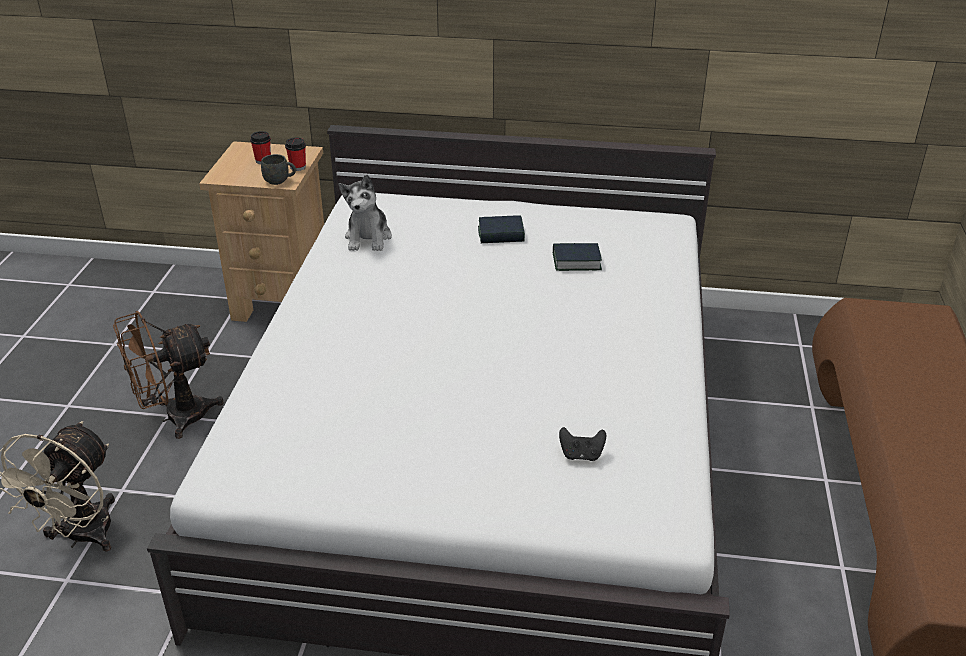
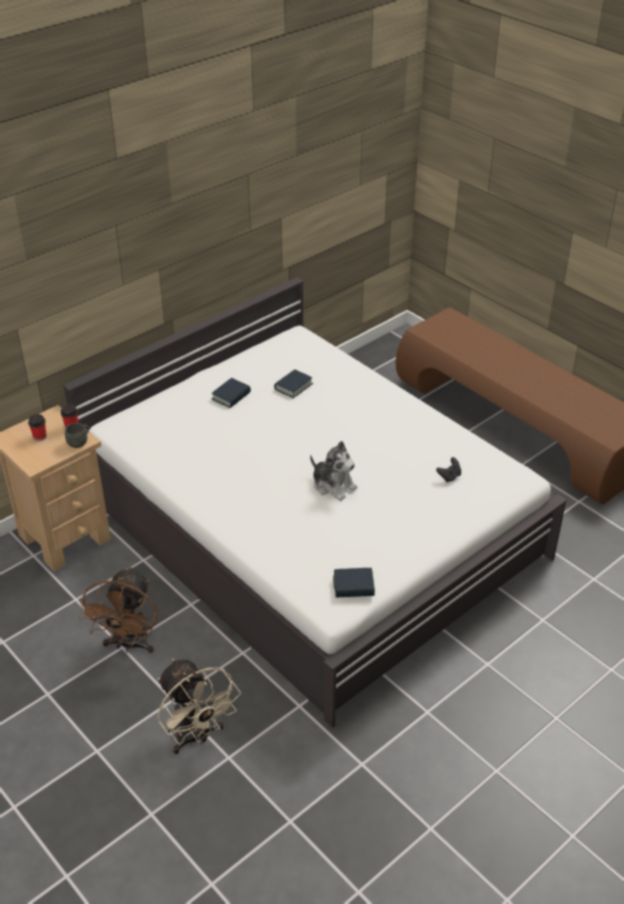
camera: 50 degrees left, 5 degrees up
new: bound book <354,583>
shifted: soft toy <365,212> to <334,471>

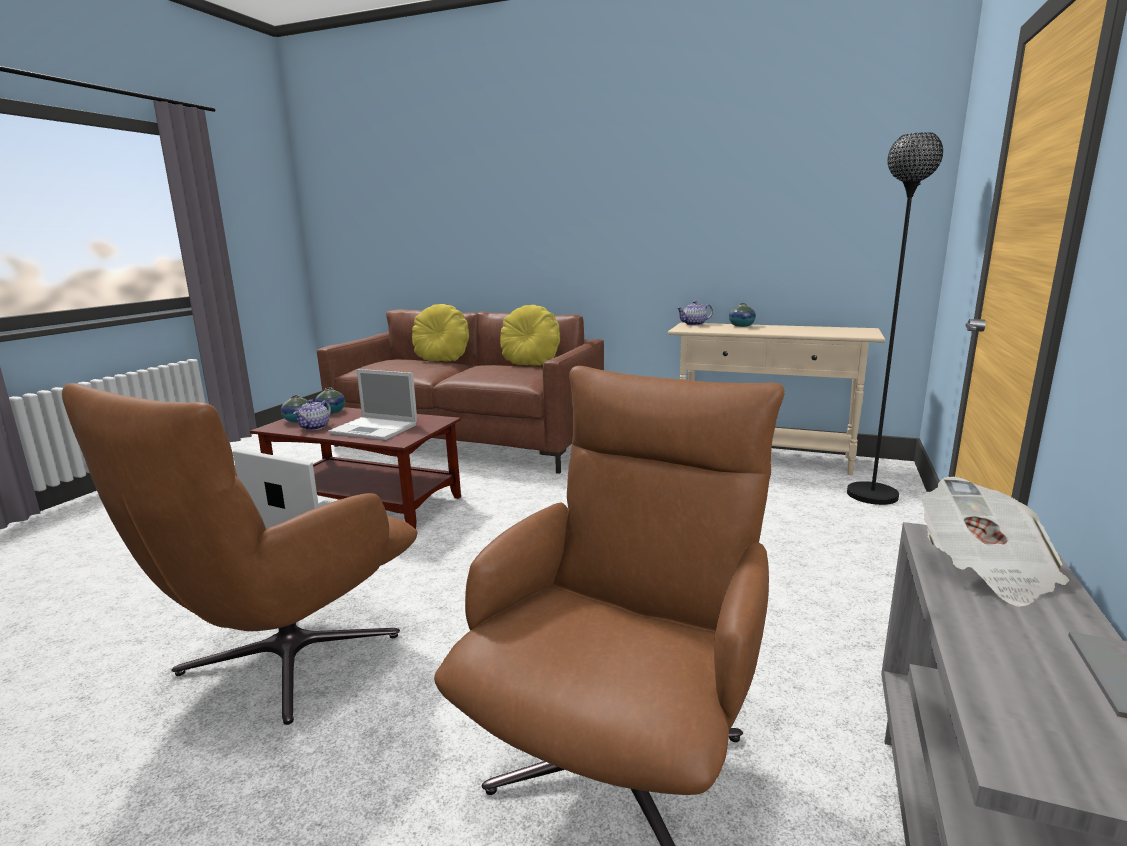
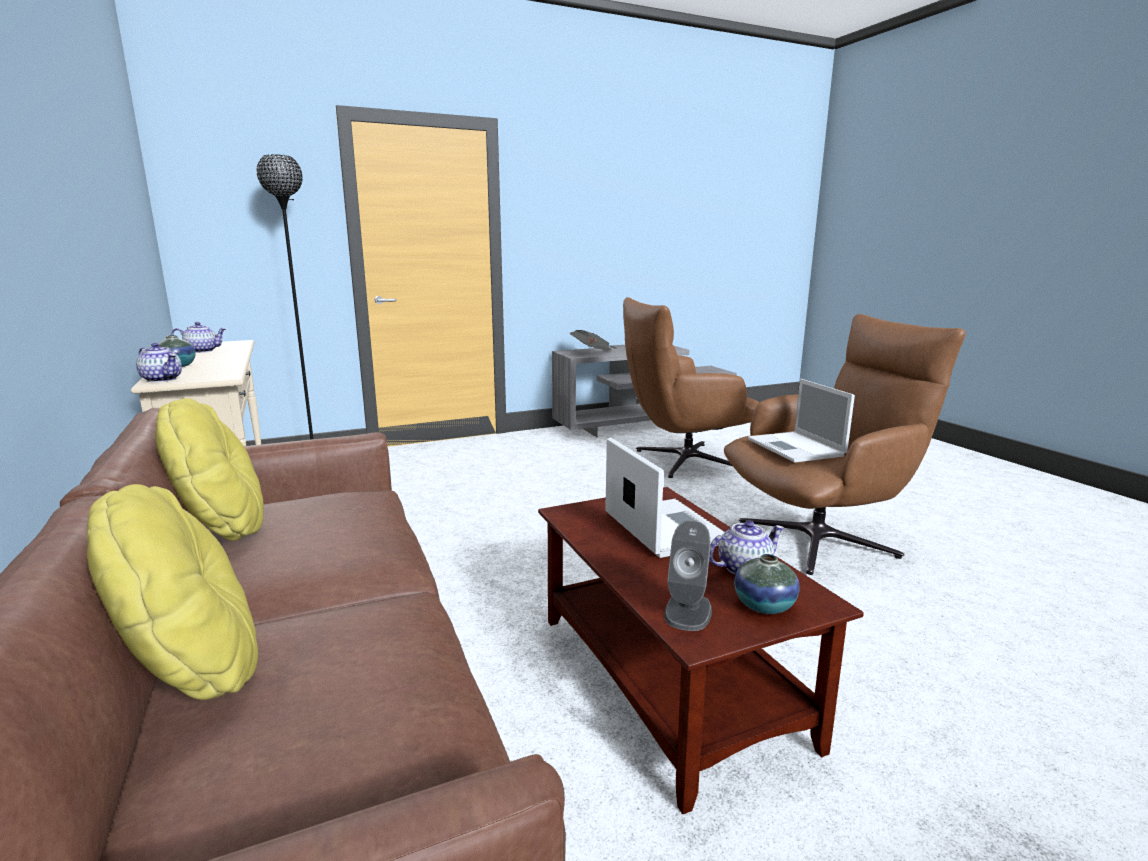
camera: 135 degrees left, 0 degrees up
new: tea pot <198,337>
swapped: flower vase <330,401> to greyish loudspeaker <688,575>

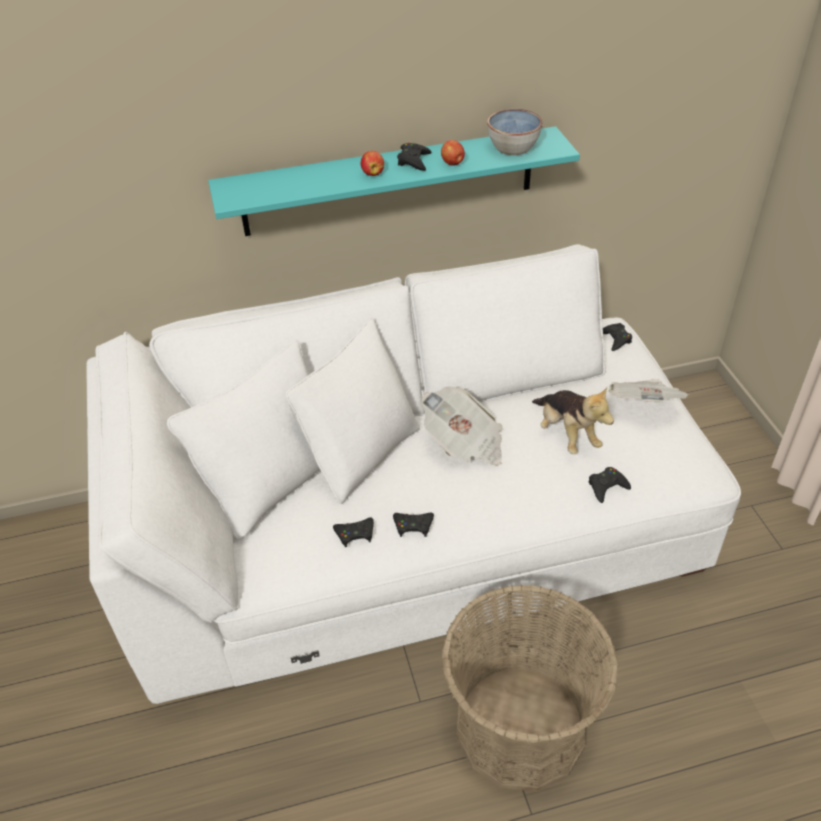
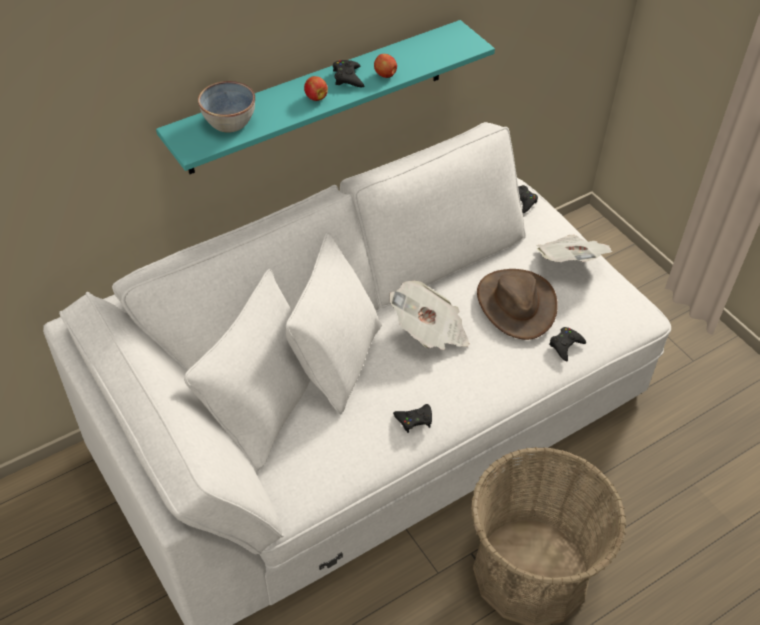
camera: 20 degrees left, 5 degrees up
gone: black-coloured game controller <353,532>
shifted: serving bowl <515,132> to <226,107>
swapped: soft toy <573,420> to brownish clothing hat <517,304>

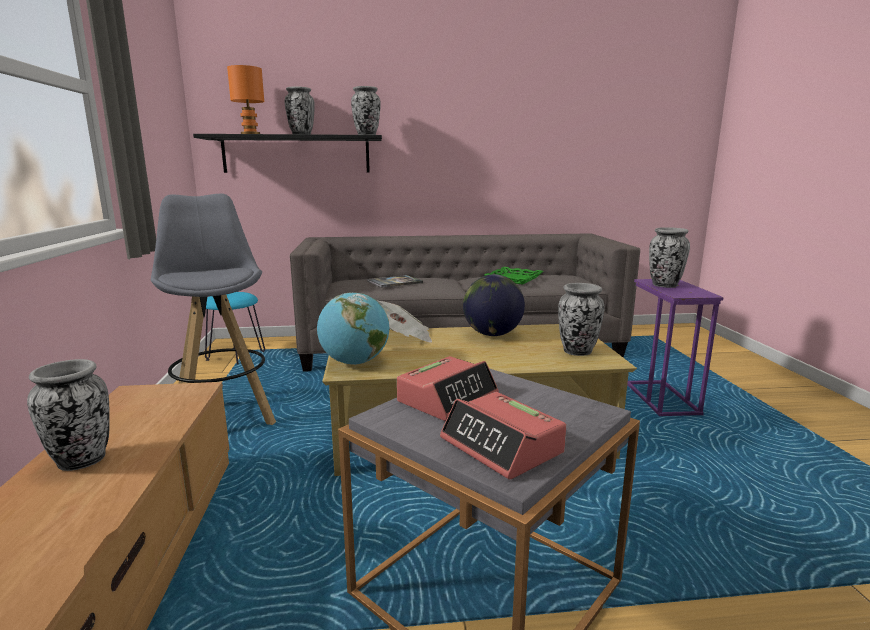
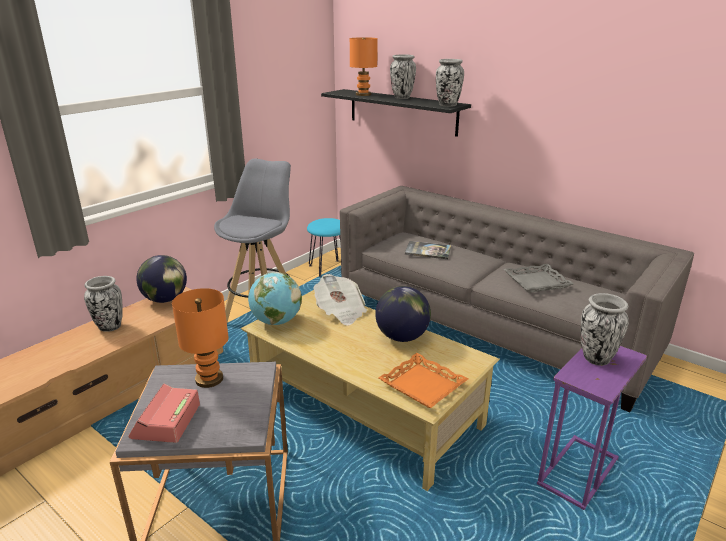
camera: 45 degrees right, 10 degrees up
new: globe <161,279>
swapped: alarm clock <448,388> to orange-coloured table lamp <200,338>; flower vase <581,319> to orange-coloured tray <423,380>
repainted: green-coloured tray <514,276> to greyish tray <539,278>

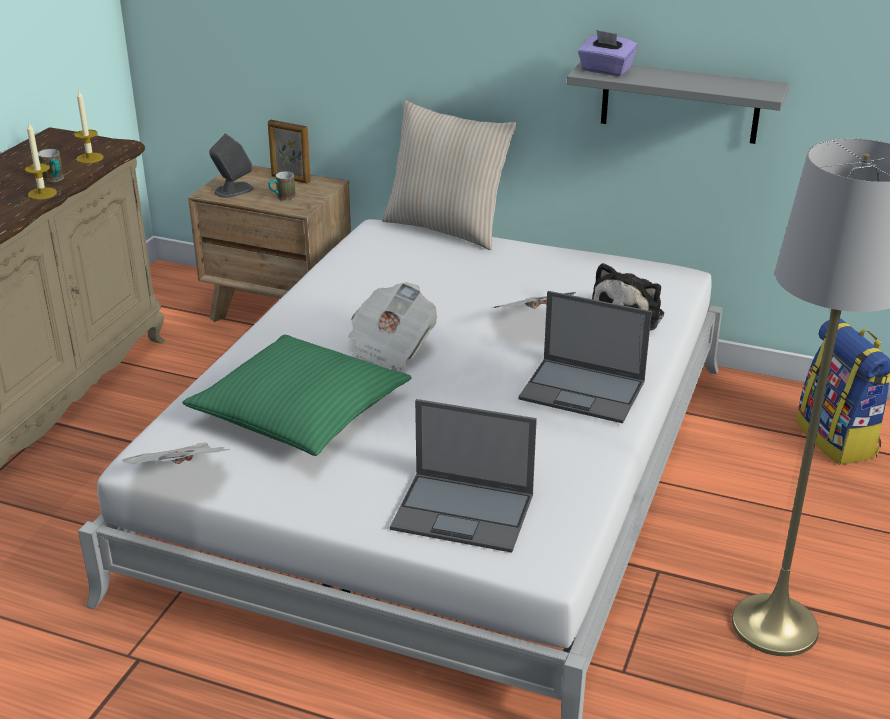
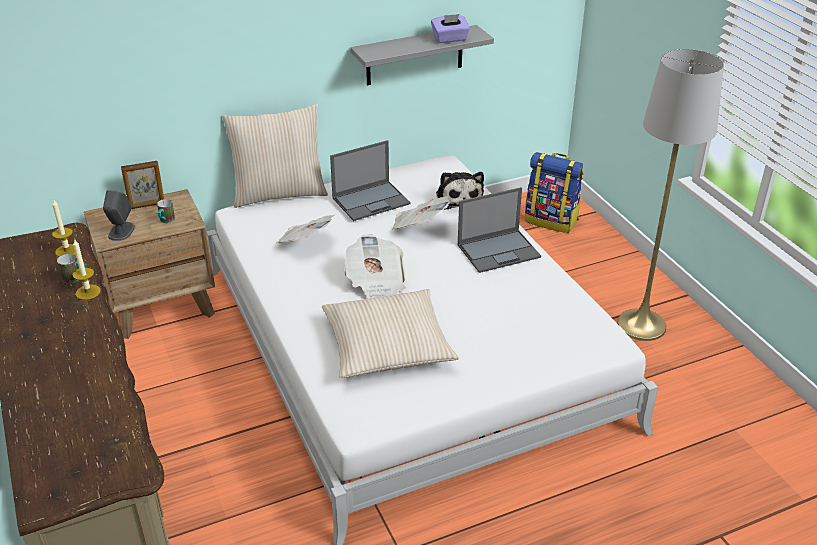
camera: 45 degrees left, 5 degrees up
shifted: newspaper <177,453> to <305,229>; notebook computer <463,476> to <370,180>; purplish box of tissues <608,53> to <450,28>
repainted: green-coloured cushion <296,395> to beige-coloured cushion <390,333>

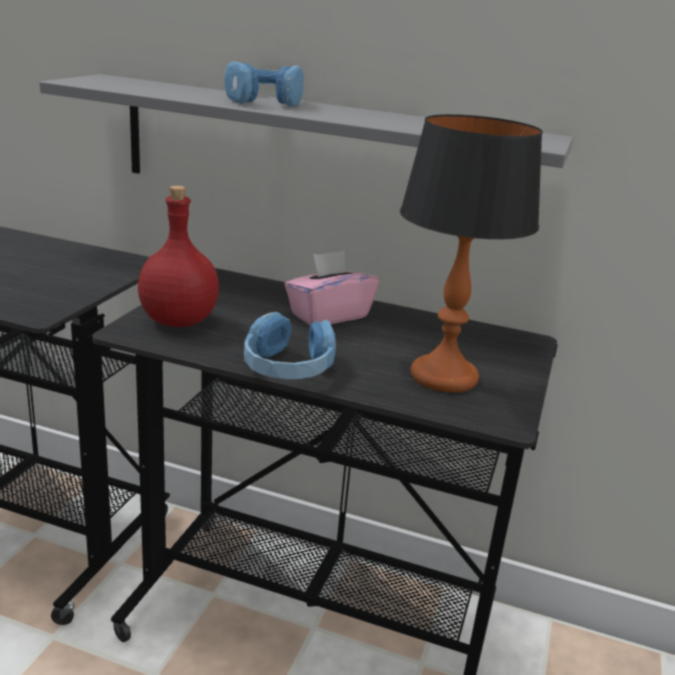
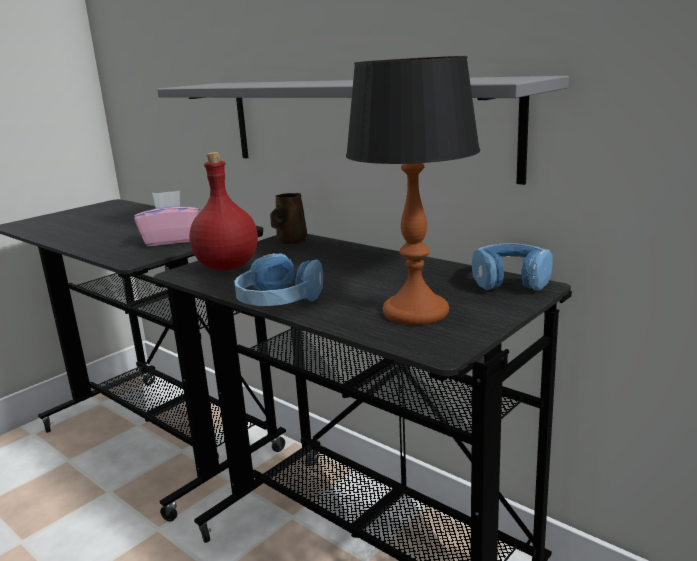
camera: 25 degrees right, 5 degrees down
new: brownish coffee mug <288,218>
shifted: blue pair of headphones <264,84> to <511,267>; pink-coloured box of tissues <331,287> to <167,218>

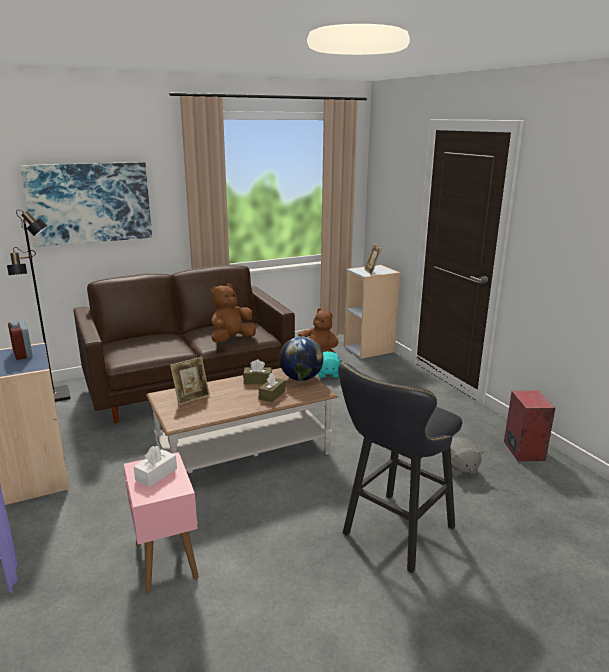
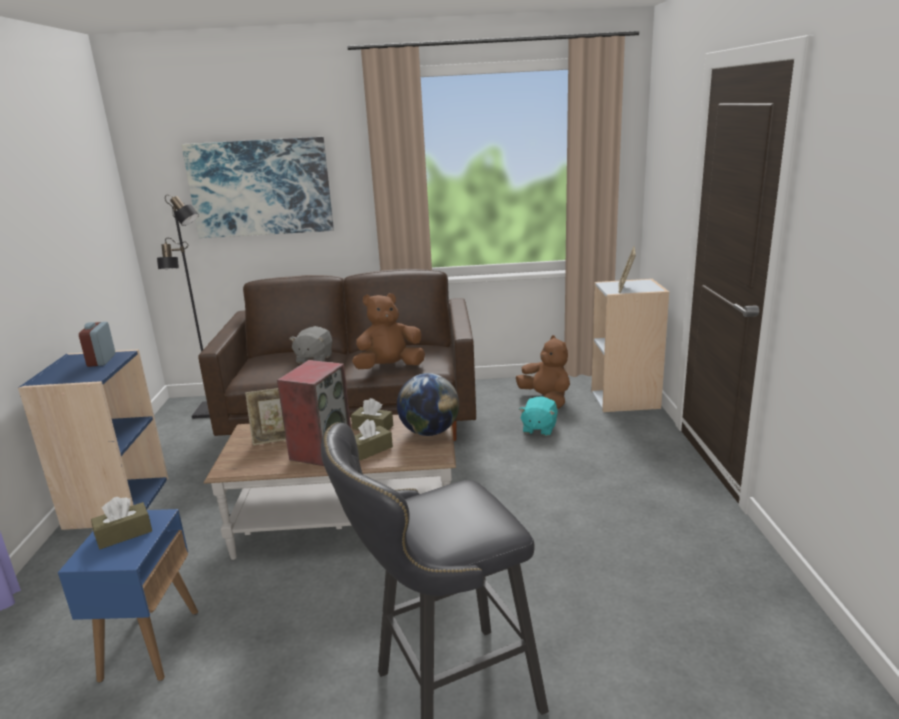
camera: 25 degrees right, 0 degrees up
shifted: greyish soft toy <463,457> to <310,345>; loudspeaker <529,425> to <314,413>
repainted: pink-coloured accent table <161,522> to blue accent table <128,596>; whitish box of tissues <155,466> to brownish box of tissues <121,523>

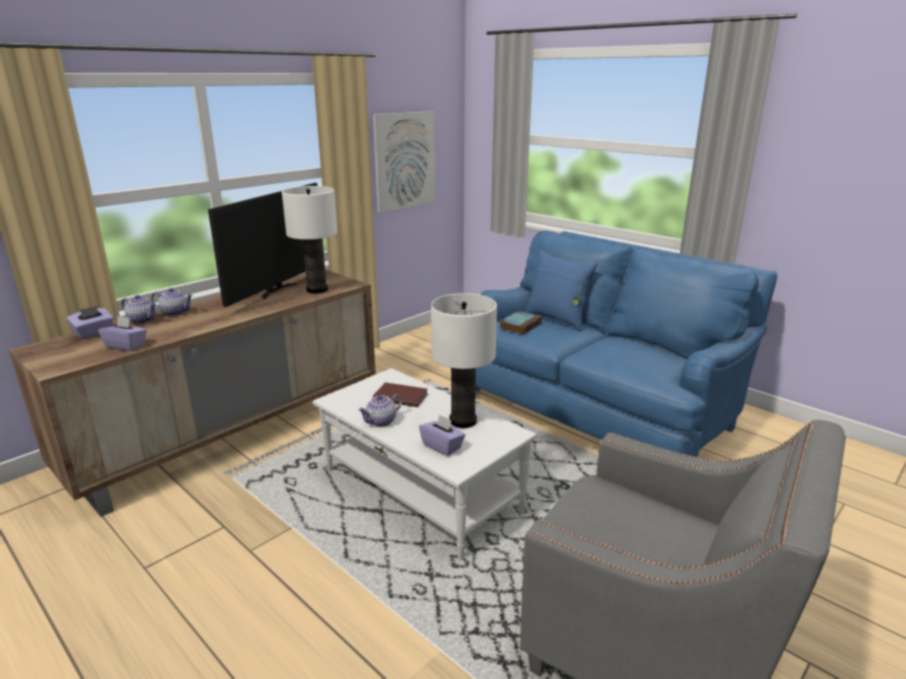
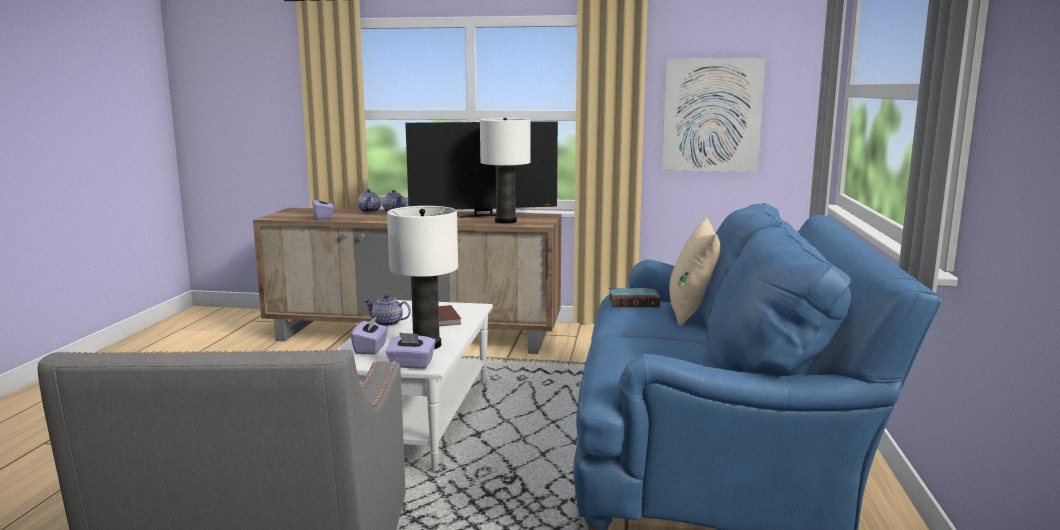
camera: 55 degrees right, 10 degrees down
shifted: purplish box of tissues <90,322> to <411,350>
repainted: blue cushion <561,290> to beige-coloured cushion <694,272>

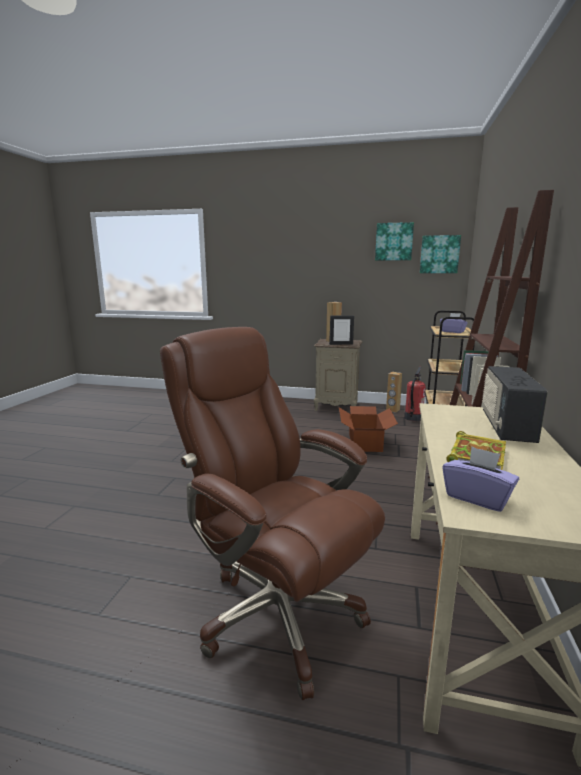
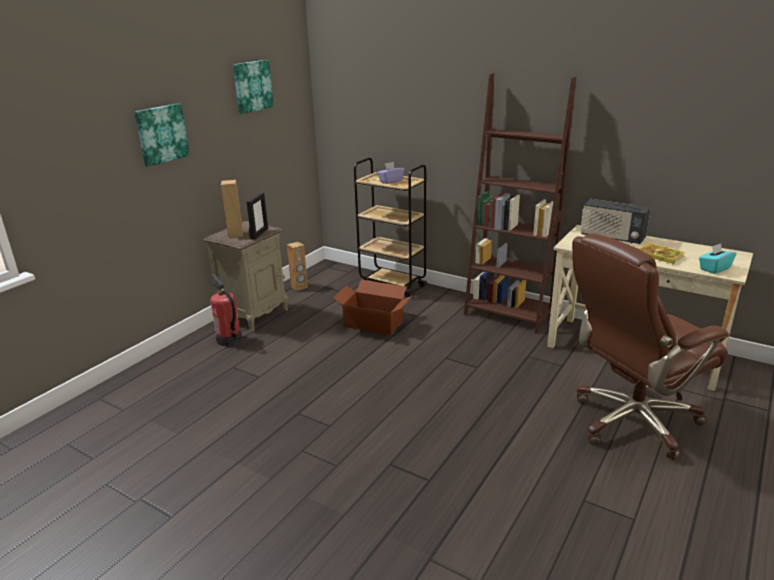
camera: 70 degrees left, 10 degrees up
shifted: fire extinguisher <415,394> to <226,310>; wall art <440,254> to <162,135>
repainted: purplish box of tissues <480,479> to turquoise box of tissues <717,258>

